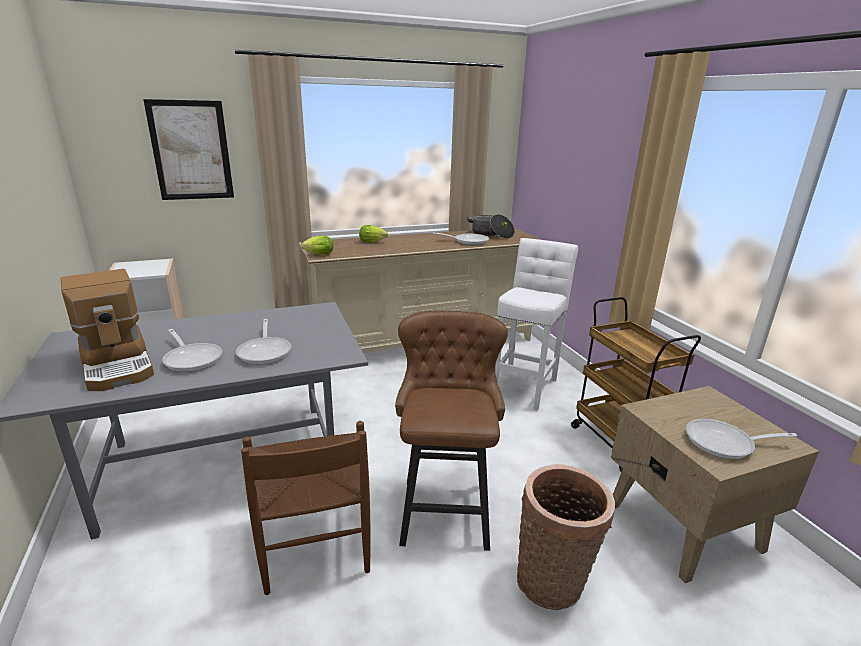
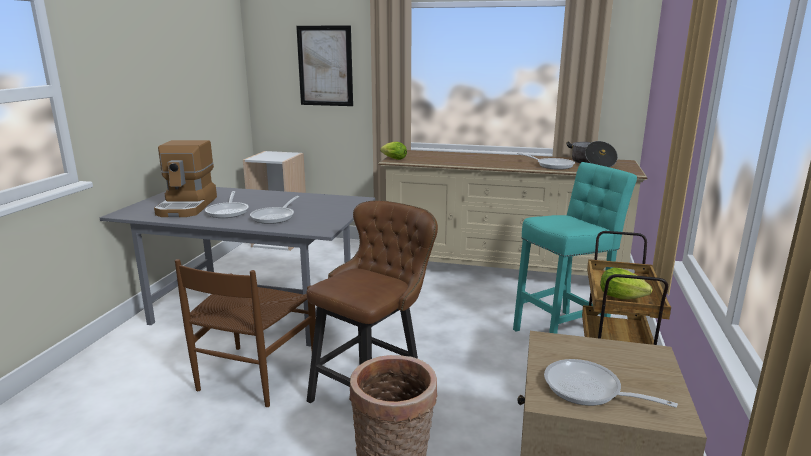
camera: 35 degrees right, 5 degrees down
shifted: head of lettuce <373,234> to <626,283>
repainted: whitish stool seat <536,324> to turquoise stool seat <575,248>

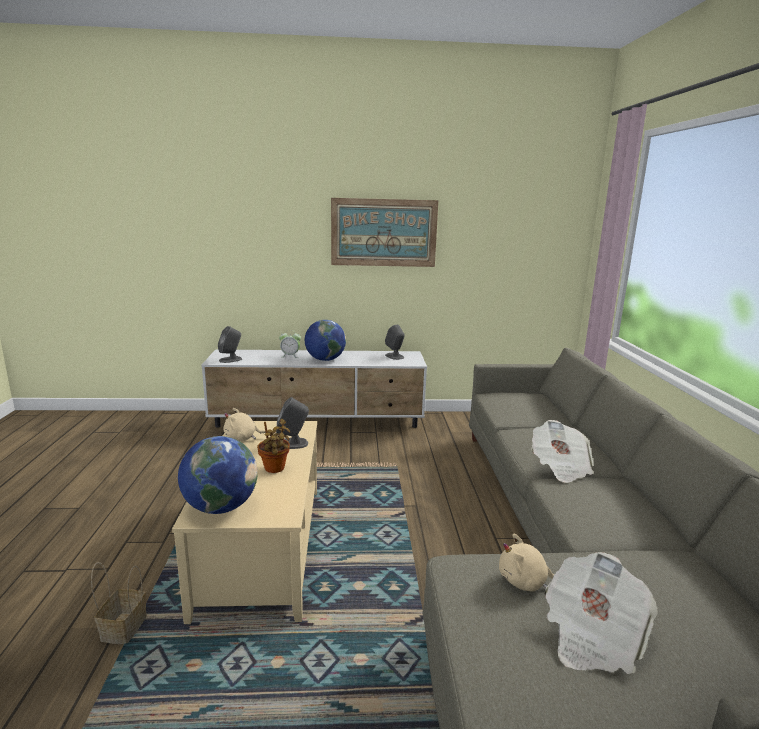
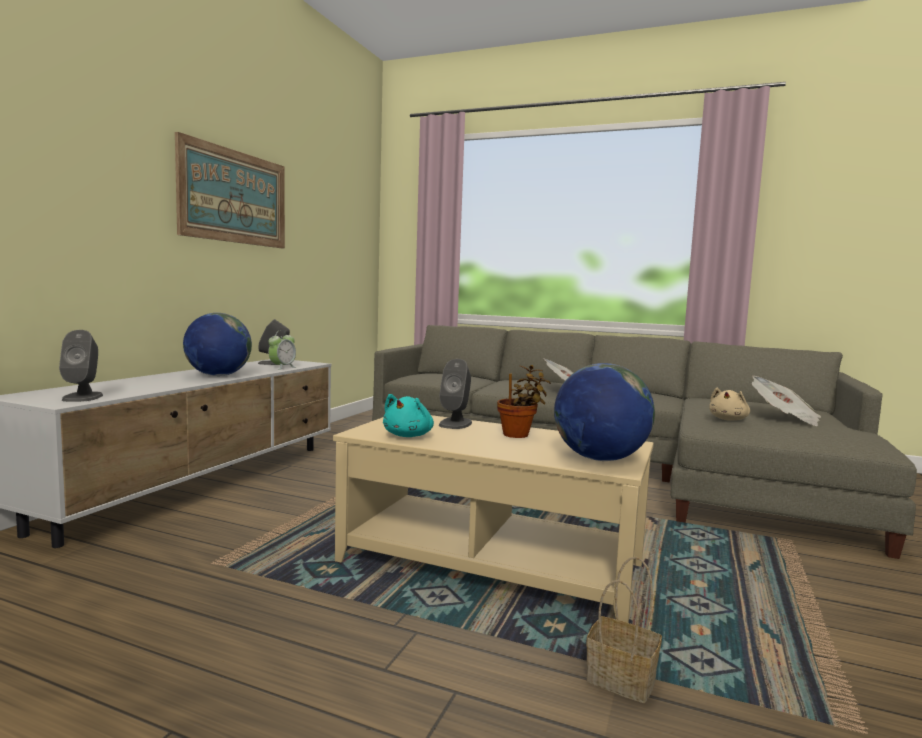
camera: 65 degrees left, 10 degrees down
shifted: alarm clock <290,345> to <282,350>
repainted: beige-coloured soft toy <245,424> to turquoise soft toy <408,415>

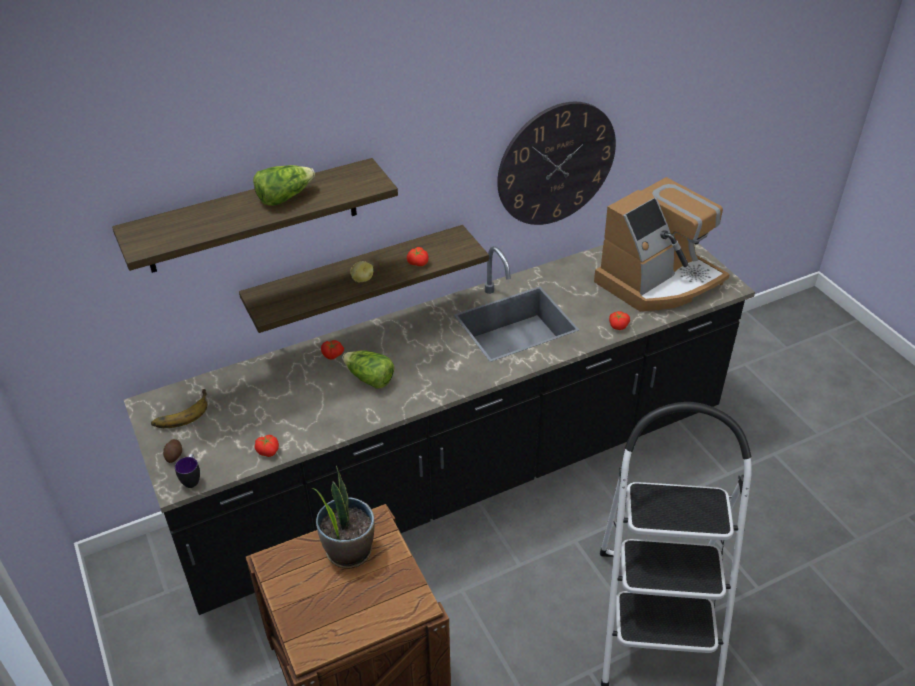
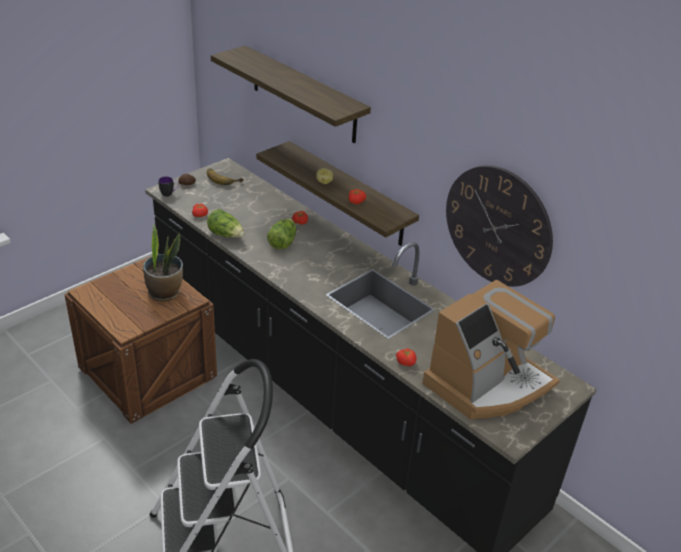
camera: 70 degrees right, 5 degrees down
shifted: head of lettuce <284,185> to <225,223>
rotated: coffee maker <662,244> = <491,349> 75 degrees counterclockwise

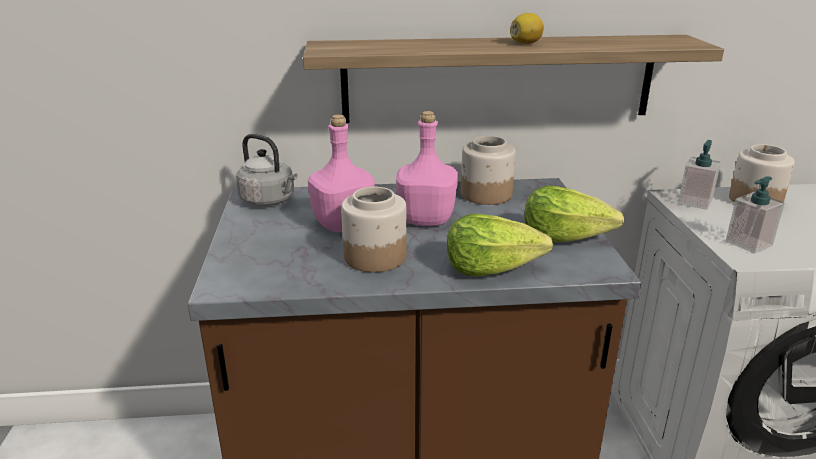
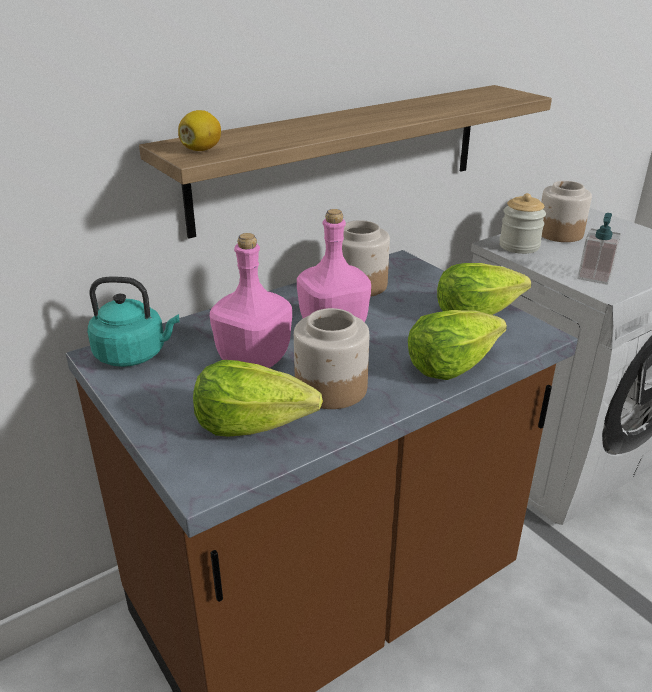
camera: 30 degrees left, 5 degrees up
new: head of lettuce <258,398>
shifted: lemon <527,28> to <199,130>
swapped: soap dispenser <699,175> to storage jar <522,223>
repainted: greyish kettle <267,170> to turquoise kettle <133,322>

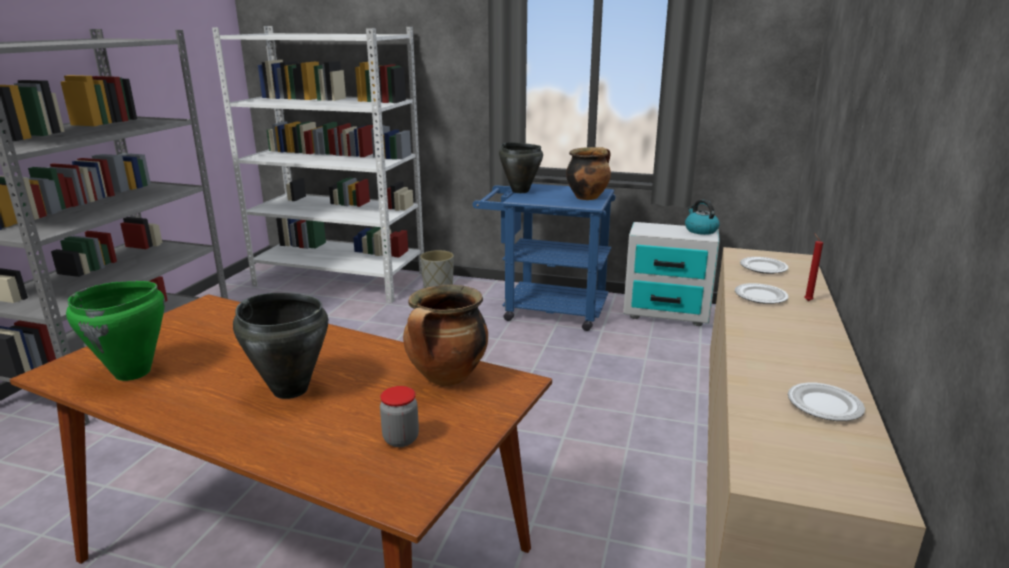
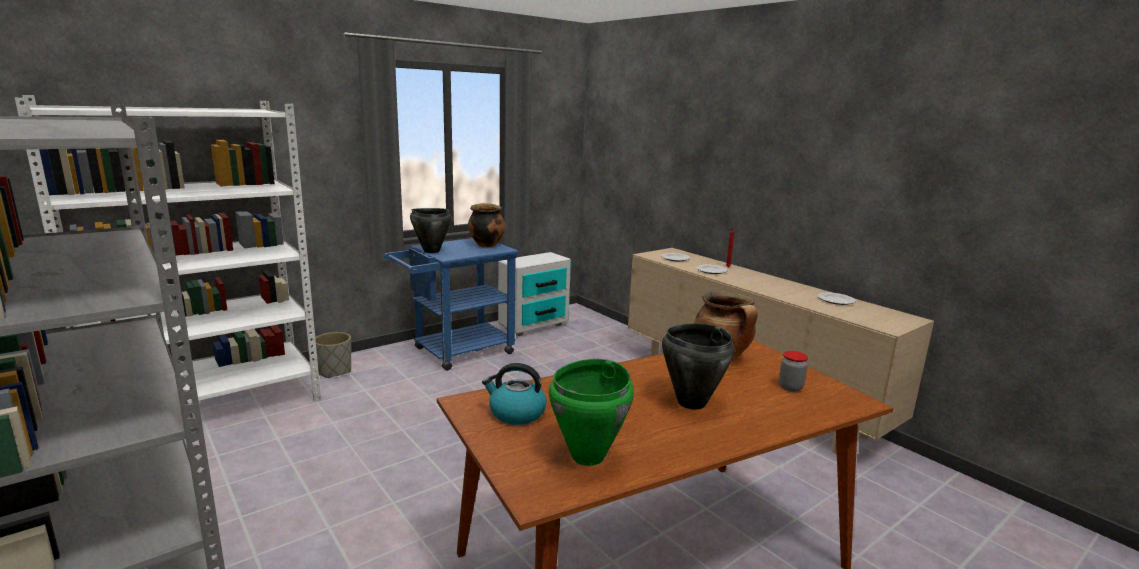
camera: 55 degrees left, 5 degrees down
shifted: kettle <702,217> to <514,394>

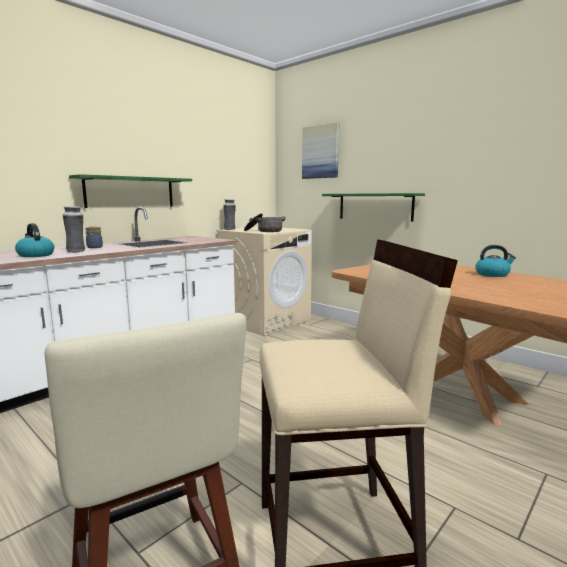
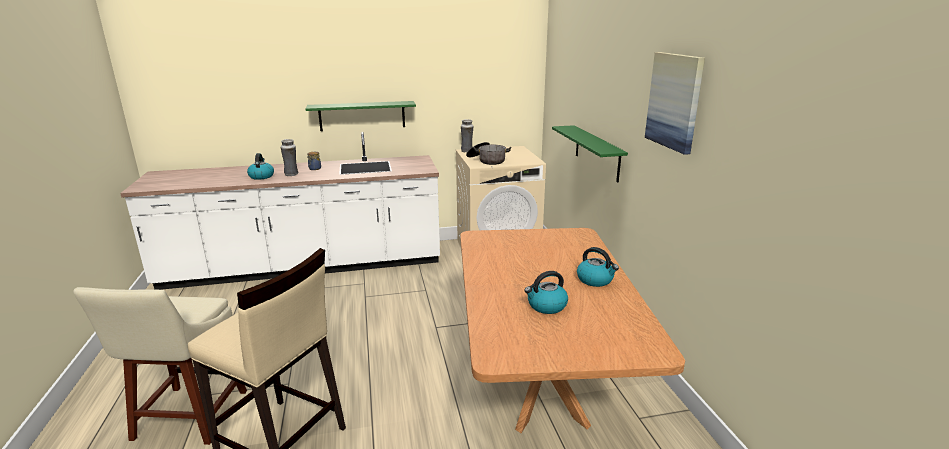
camera: 35 degrees right, 10 degrees up
new: kettle <546,292>
shifted: wall art <320,150> to <675,103>

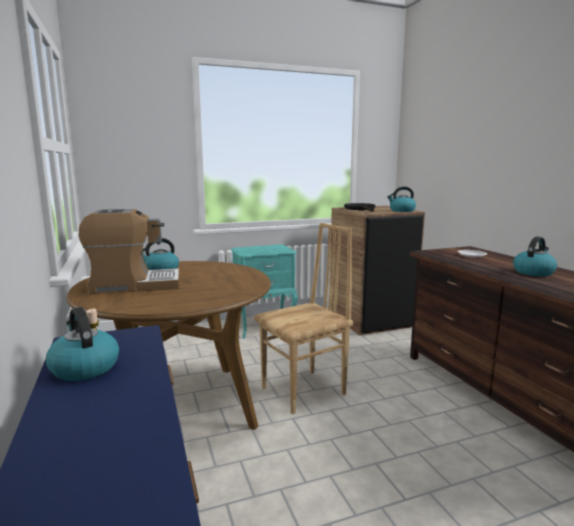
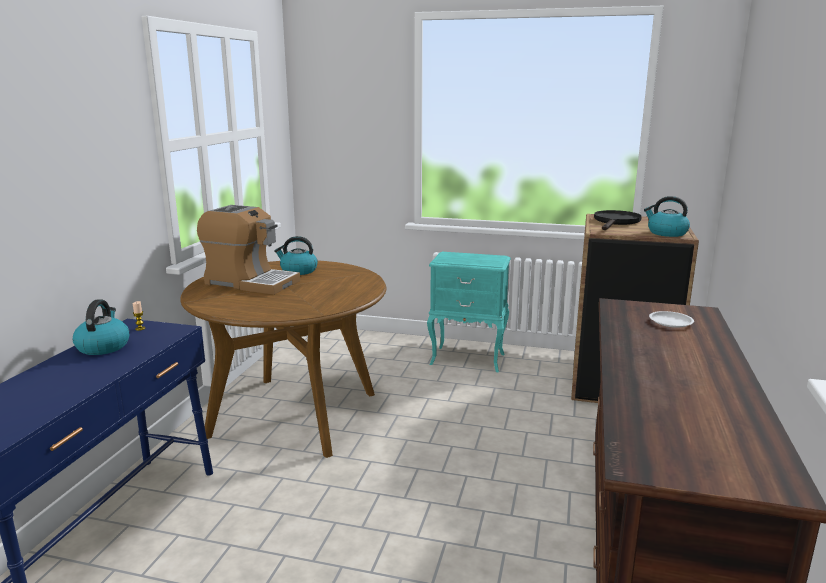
camera: 35 degrees right, 5 degrees up
gone: brownish chair <303,318>; kettle <535,256>

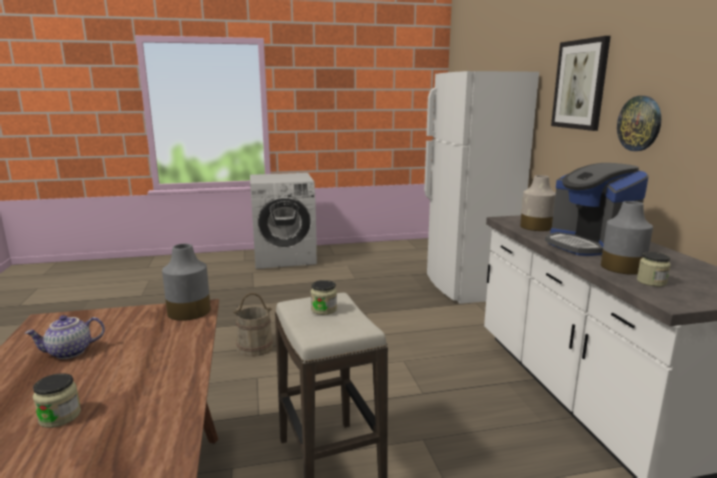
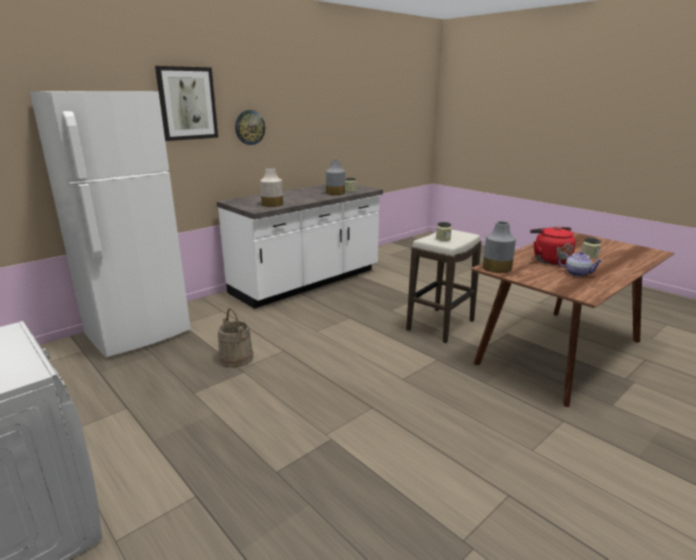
camera: 120 degrees left, 5 degrees up
gone: coffee maker <597,209>
new: reddish kettle <553,246>
shifted: beige-coloured water bucket <253,325> to <236,338>

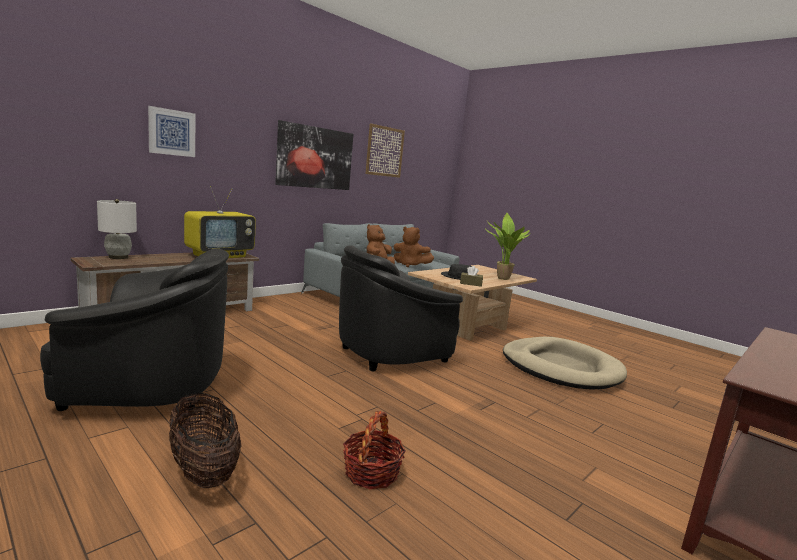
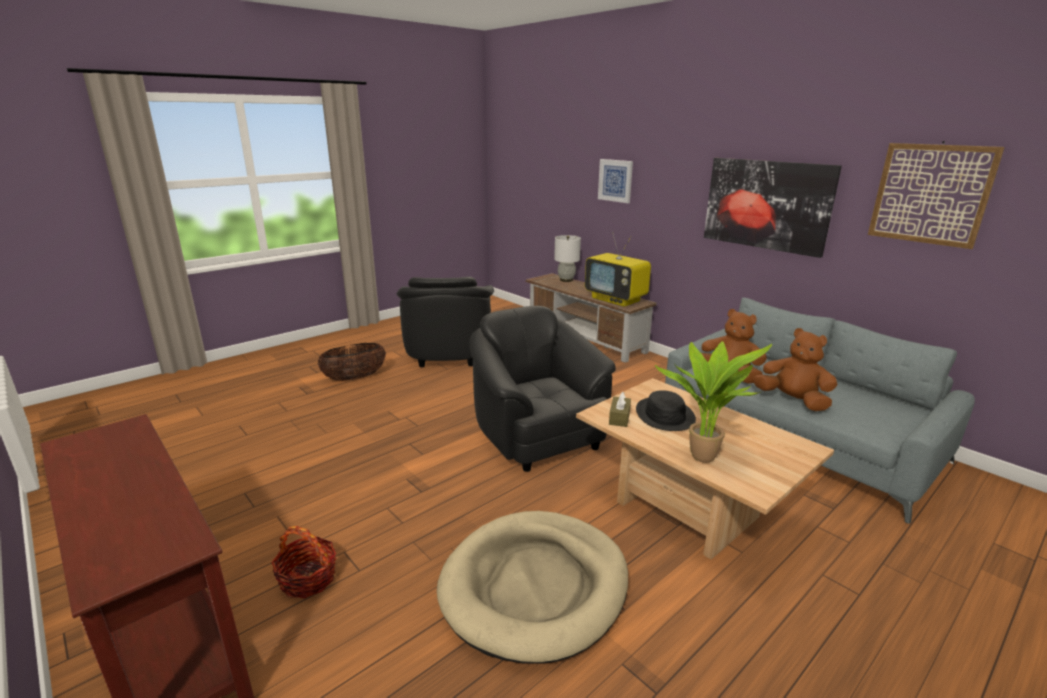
camera: 95 degrees right, 10 degrees up
shifted: household basket <374,450> to <303,562>
rotated: brownish soft toy <414,247> = <795,369> 105 degrees clockwise

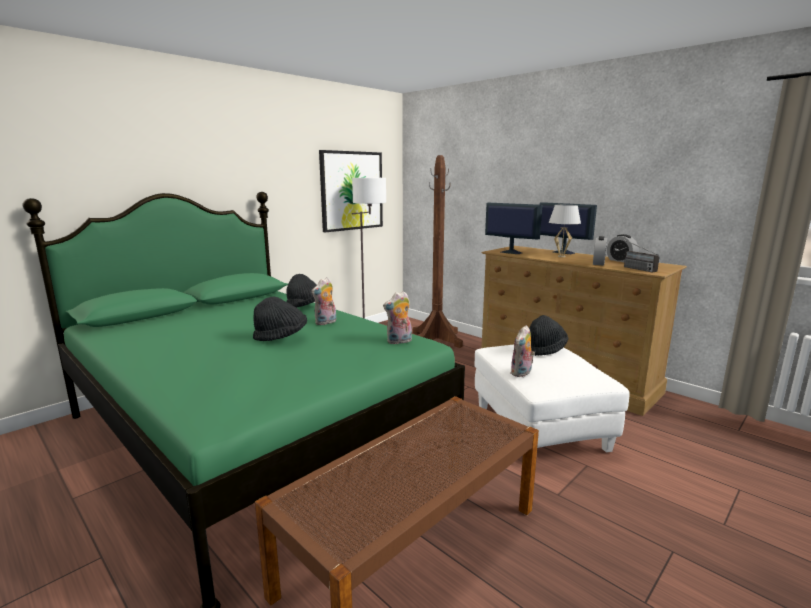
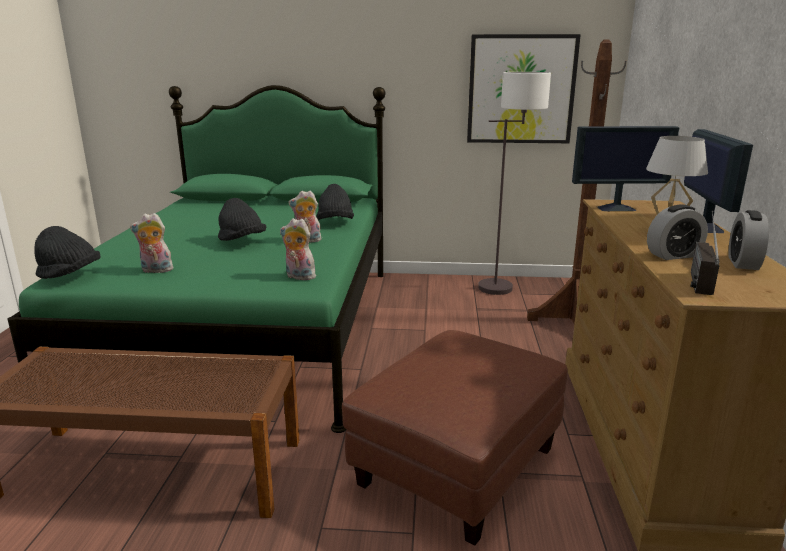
camera: 50 degrees right, 5 degrees up
shifted: soft toy <522,351> to <152,243>; black-coloured clothing hat <548,335> to <67,252>
repainted: whitish pouffe <552,399> to brownish pouffe <455,438>
rotated: computer screen <514,228> = <625,168> 90 degrees clockwise

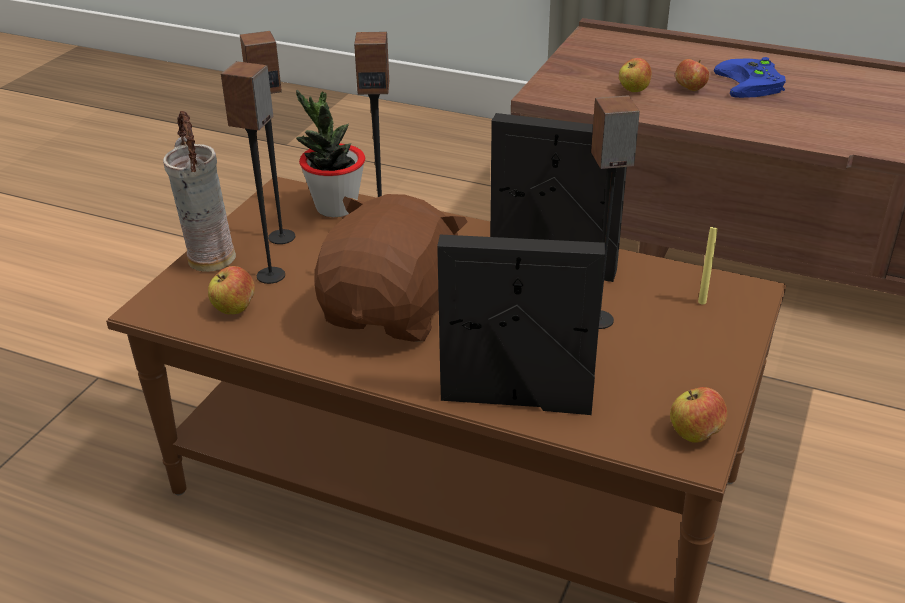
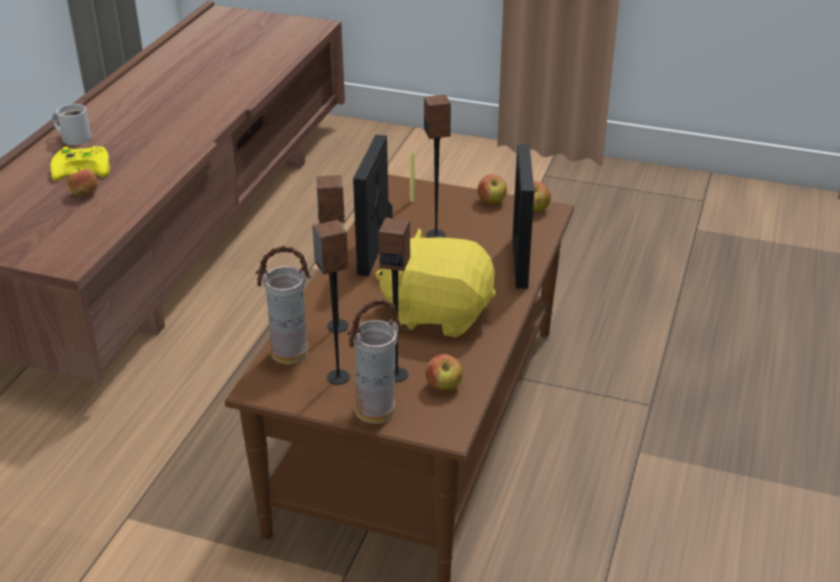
camera: 95 degrees left, 0 degrees up
new: whitish coffee mug <71,124>
shifted: apple fruit <635,75> to <492,189>
swapped: houseplant <330,153> to flower vase <283,305>
repainted: brownish soft toy <391,268> to yellow soft toy <435,283>; blue game controller <750,77> to yellow game controller <80,163>

